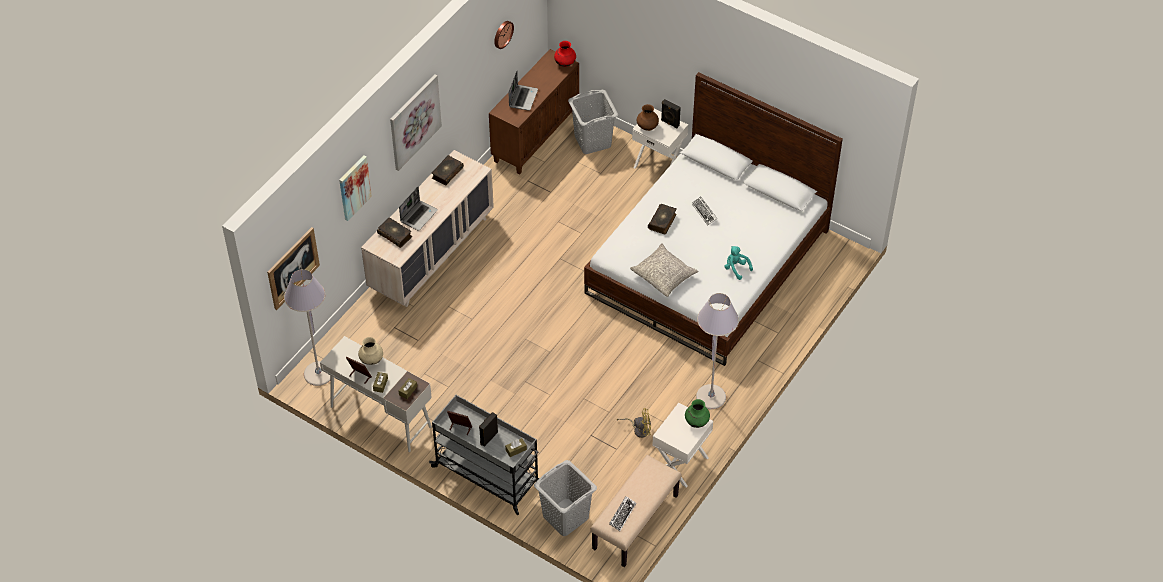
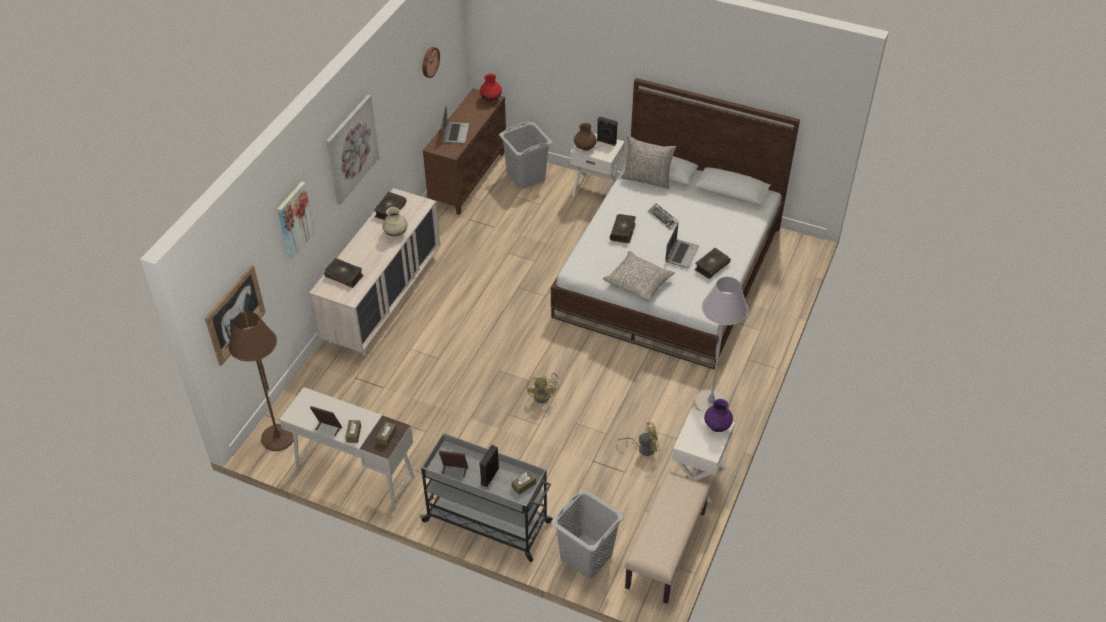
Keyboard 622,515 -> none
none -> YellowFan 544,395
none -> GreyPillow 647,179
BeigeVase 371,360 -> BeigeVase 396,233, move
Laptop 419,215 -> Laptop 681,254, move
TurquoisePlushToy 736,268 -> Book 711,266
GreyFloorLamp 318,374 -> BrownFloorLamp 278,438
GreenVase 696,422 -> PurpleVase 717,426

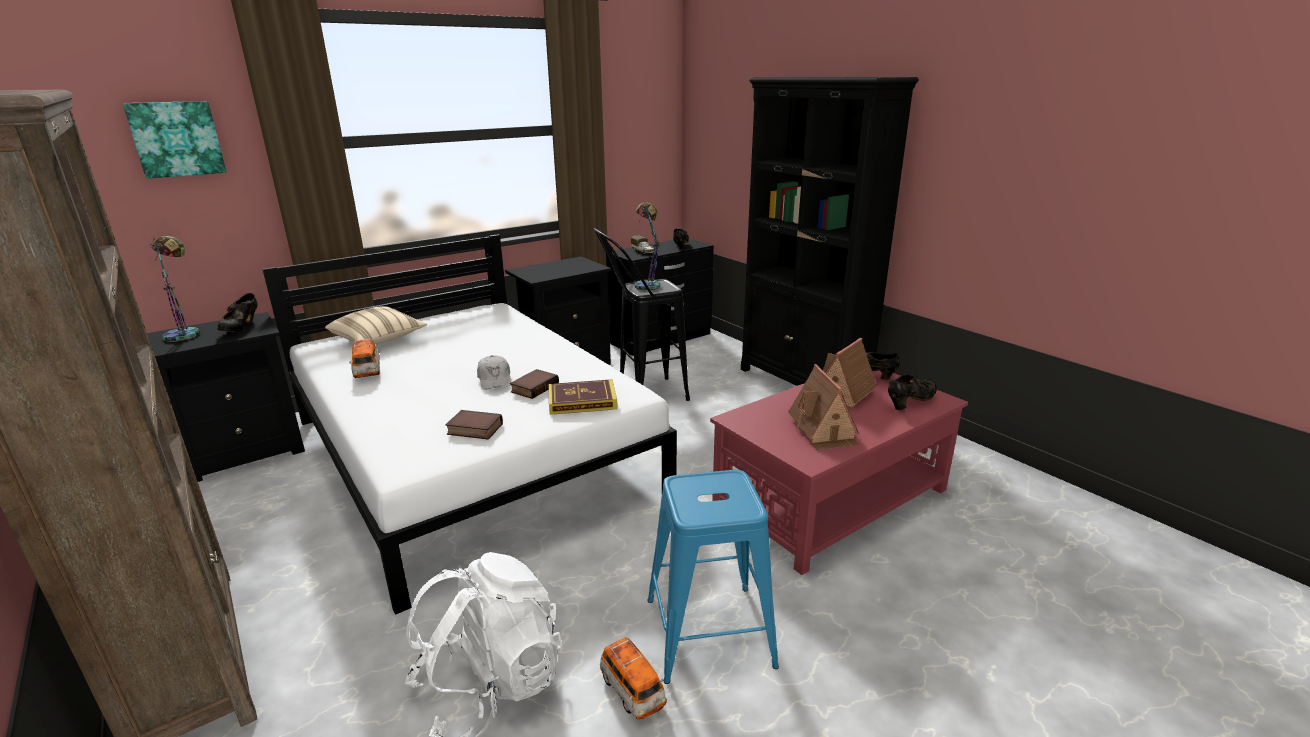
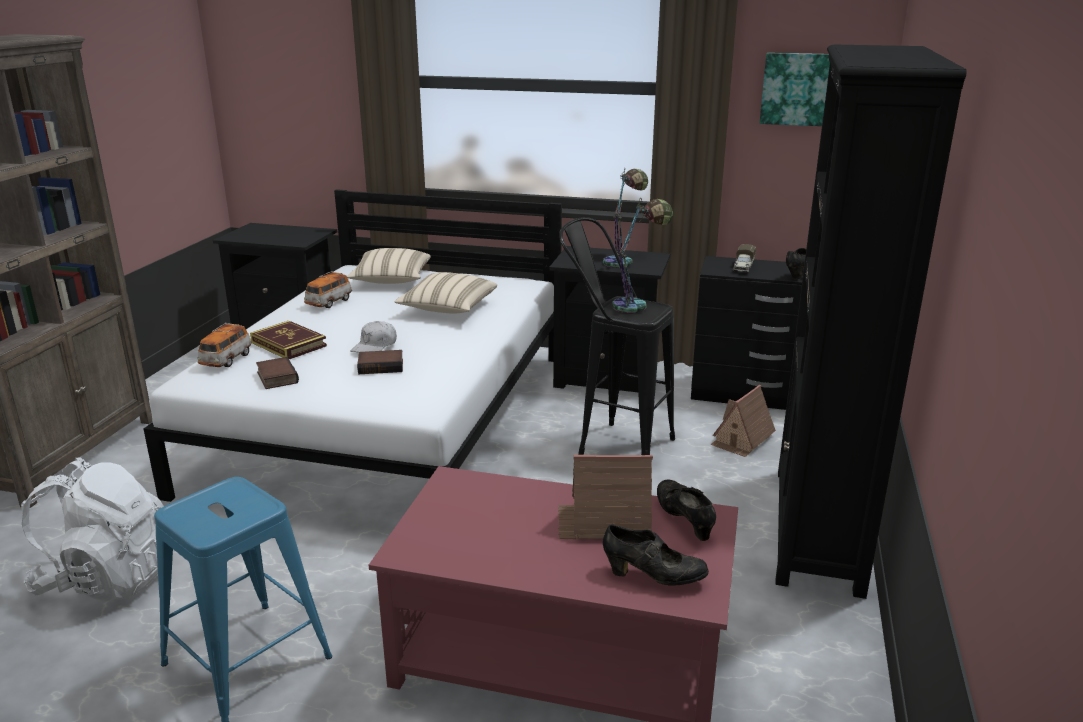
BlackShoe 241,328 -> none
none -> BeigePillow 448,309
Picture 176,139 -> Picture 797,89, move
TableLamp 186,332 -> TableLamp 623,261, move
Book 582,401 -> Book 288,344, move
ToyCar 632,691 -> ToyCar 226,360, move
ToyHouse 823,430 -> ToyHouse 742,439, move

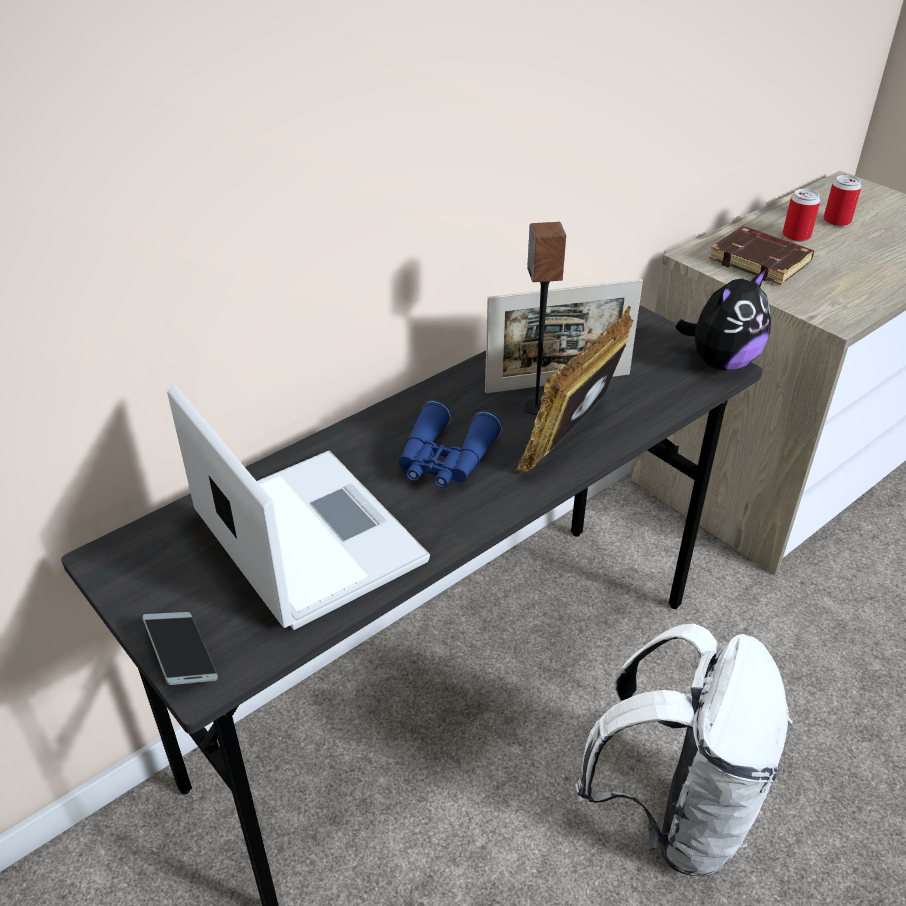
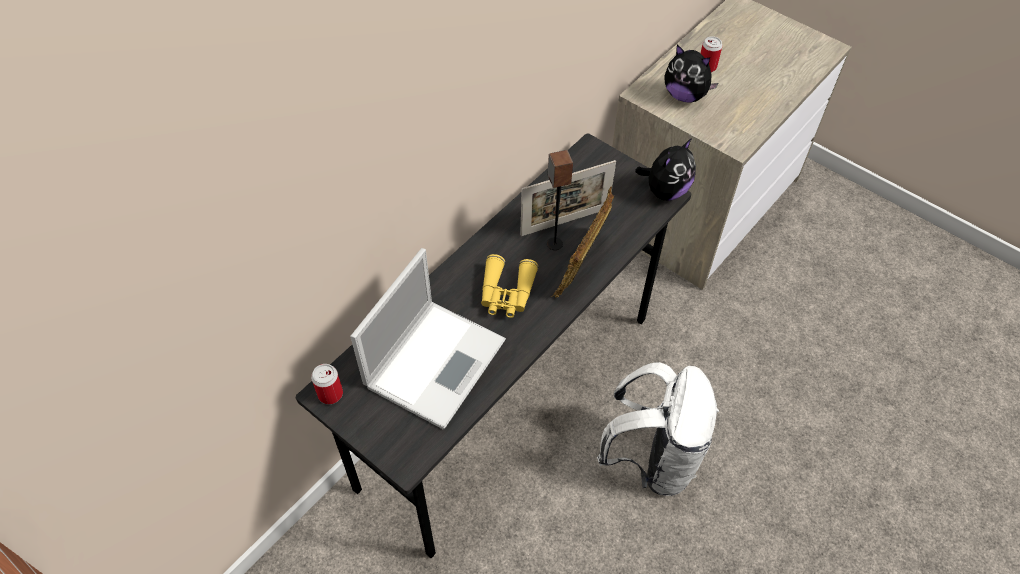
Phone 181,654 -> none
Can 836,221 -> Can 330,394, move
BrownBook 761,261 -> PlushToy 685,95
BlueBinoculars 445,460 -> YellowBinoculars 506,293
Laptop 305,535 -> Laptop 436,360, 75 degrees clockwise

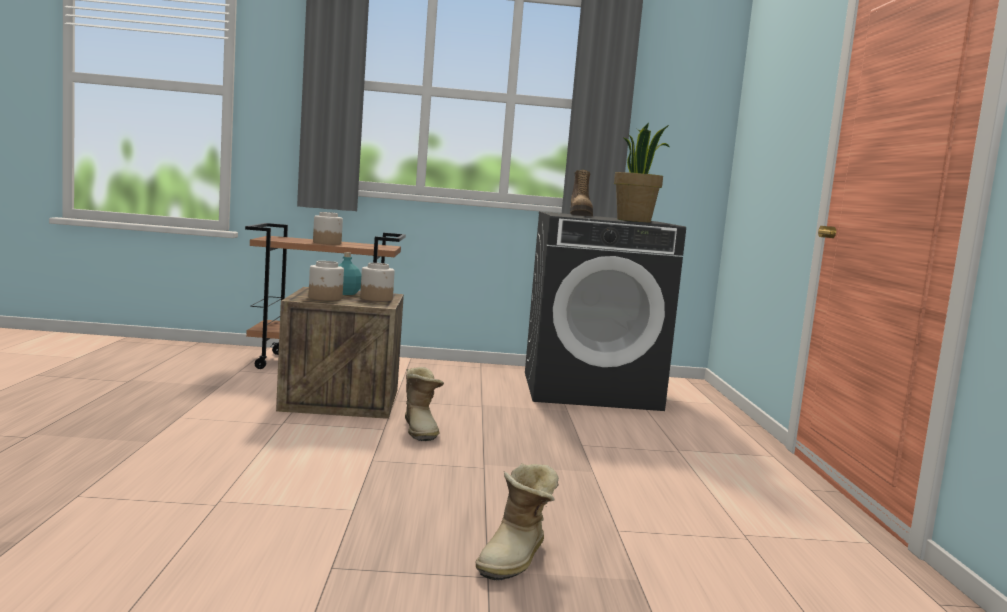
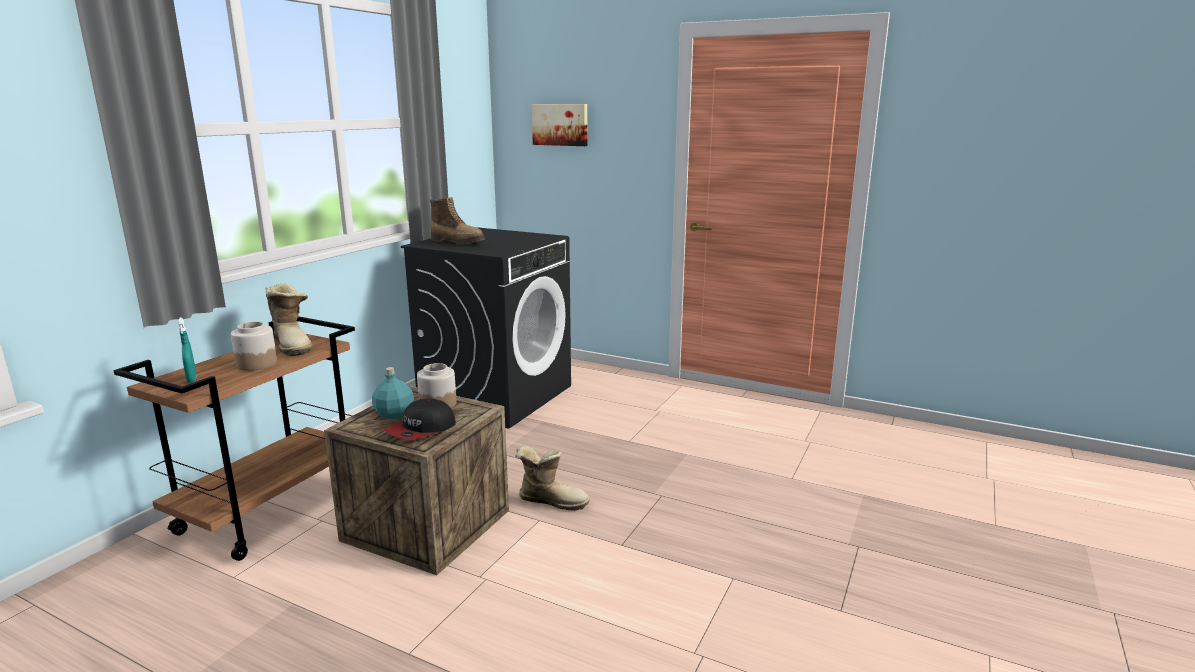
PottedPlant 634,221 -> none
none -> TurquoiseSprayBottle 192,379
none -> Picture 560,124
Boot 516,558 -> Boot 294,345, move
Jar 325,298 -> Cap 421,429

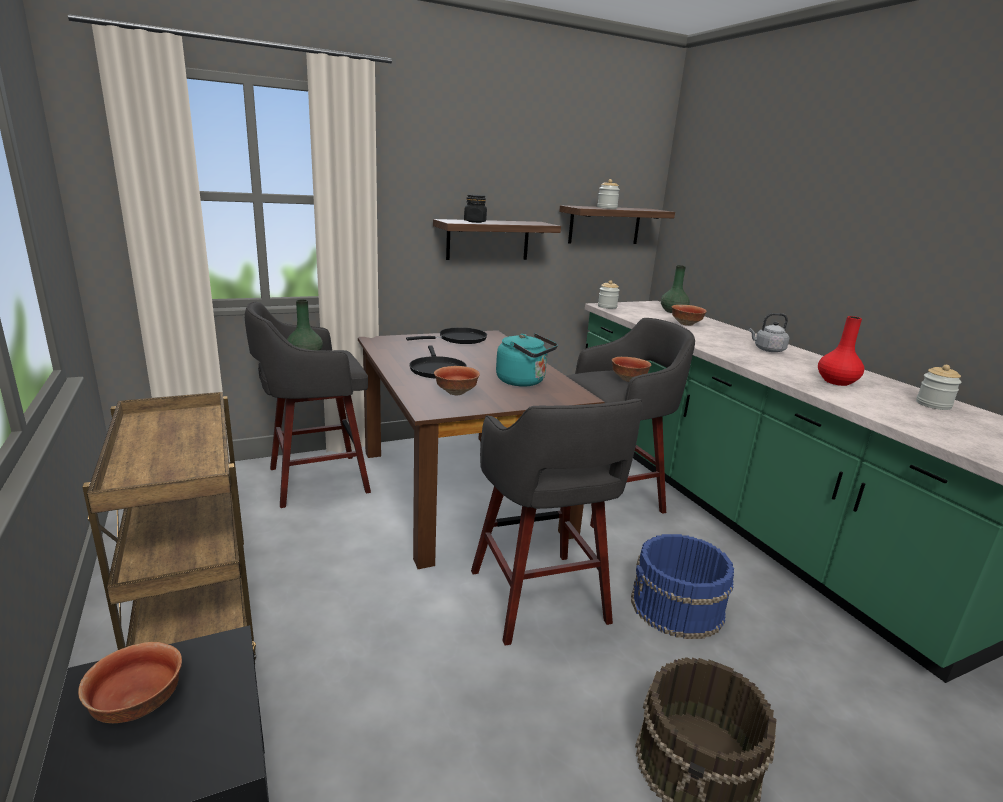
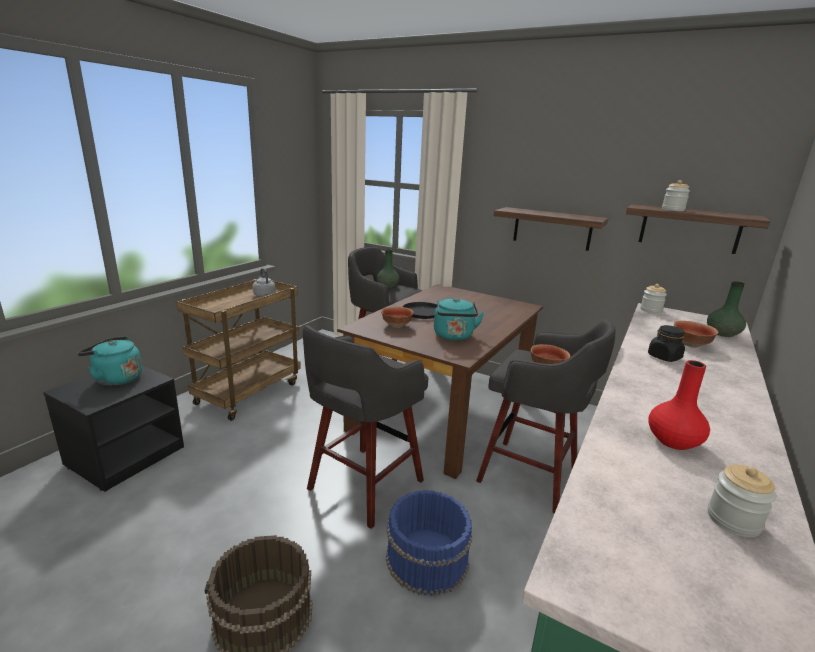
BlackFryingPan 459,339 -> none
BlackJar 475,222 -> BlackJar 664,357, move
GreyKettle 767,350 -> GreyKettle 264,294, move
Bowl 137,704 -> TurquoiseKettle 116,378

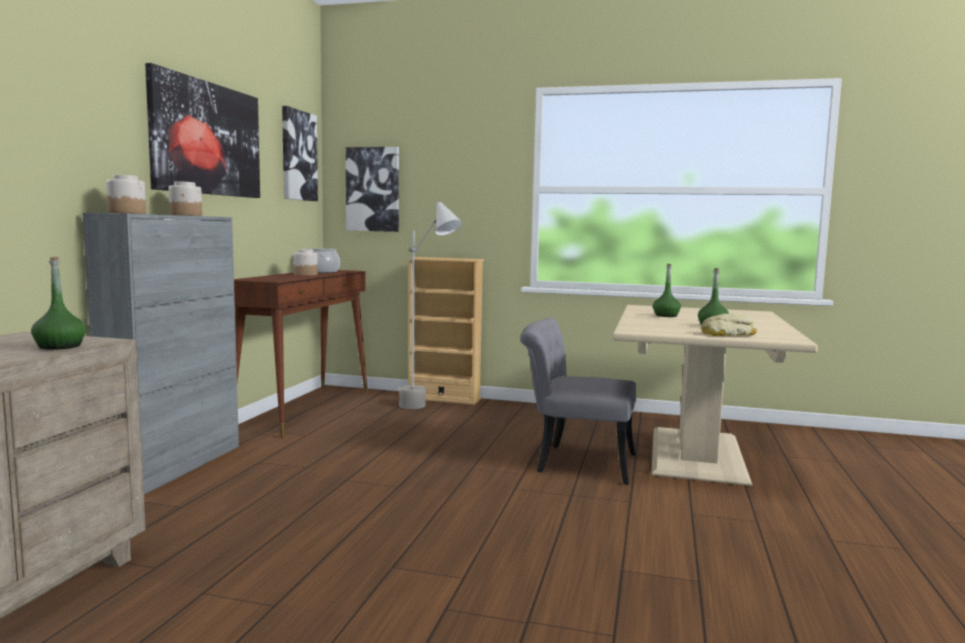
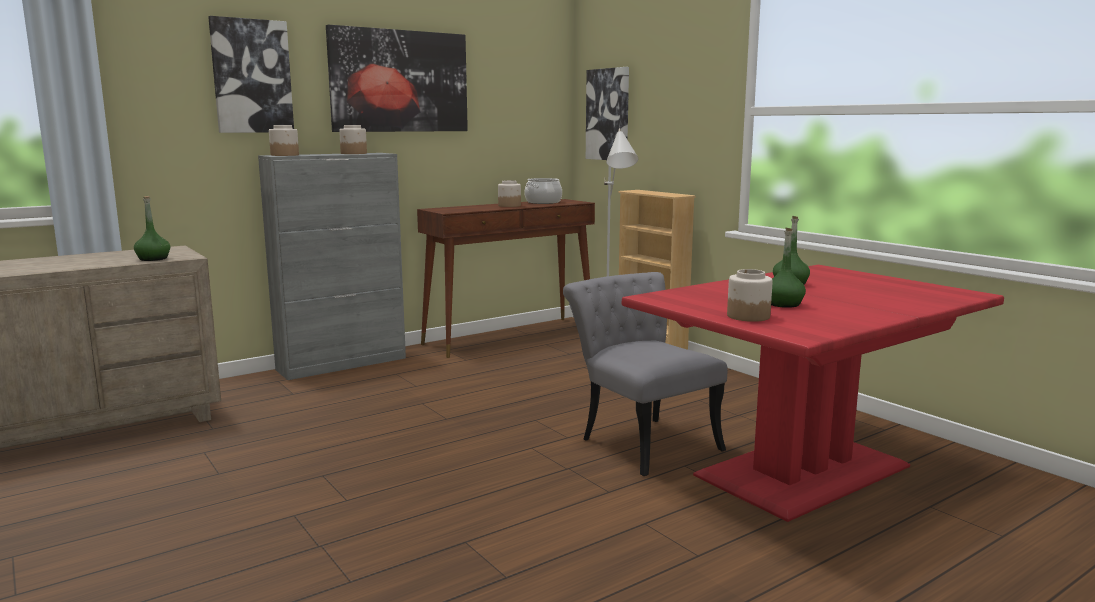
Picture 298,155 -> Picture 252,76, move
Bread 727,334 -> Jar 748,316
BeigeDiningTable 694,454 -> RedDiningTable 800,470

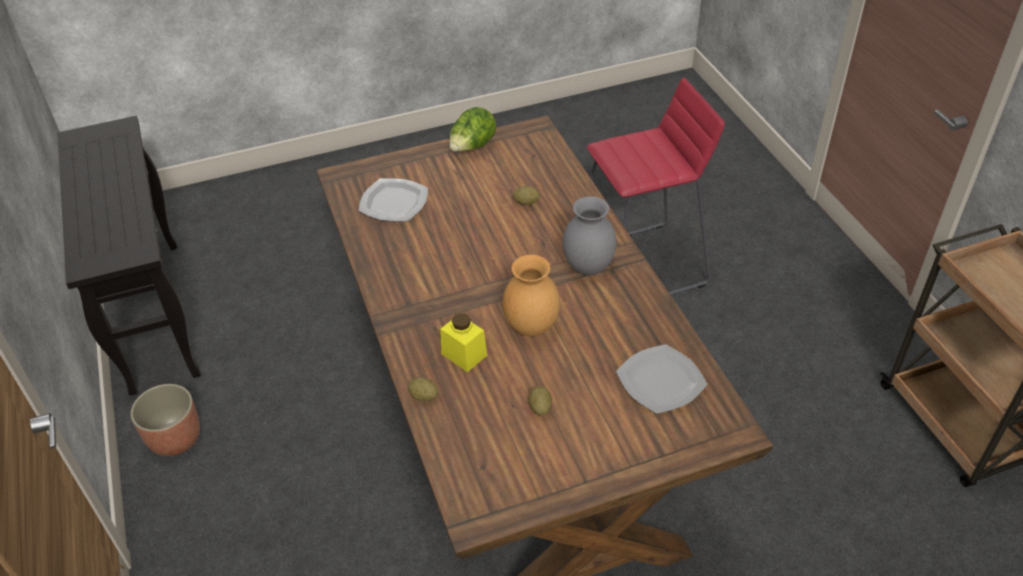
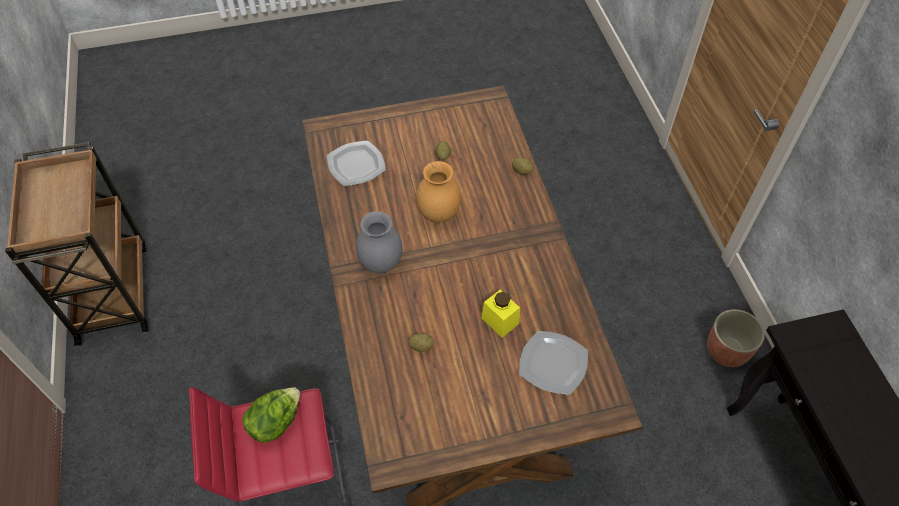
YellowJar 464,354 -> YellowJar 500,320, move
Lettuce 472,147 -> Lettuce 275,422, move

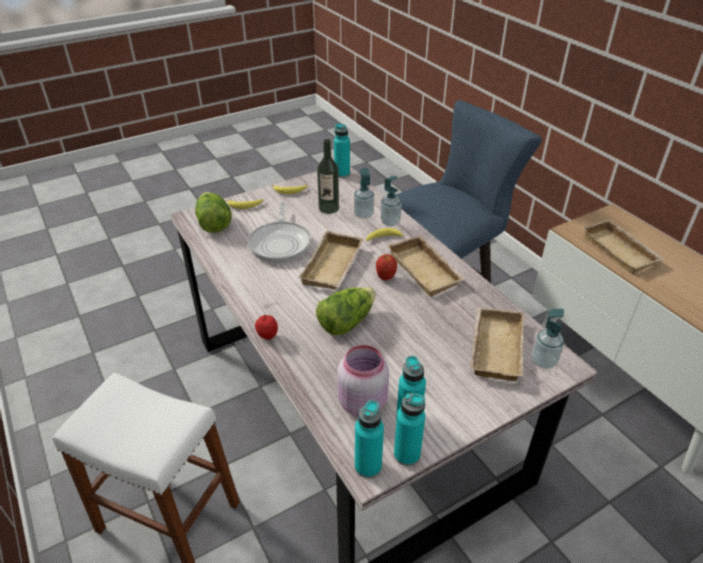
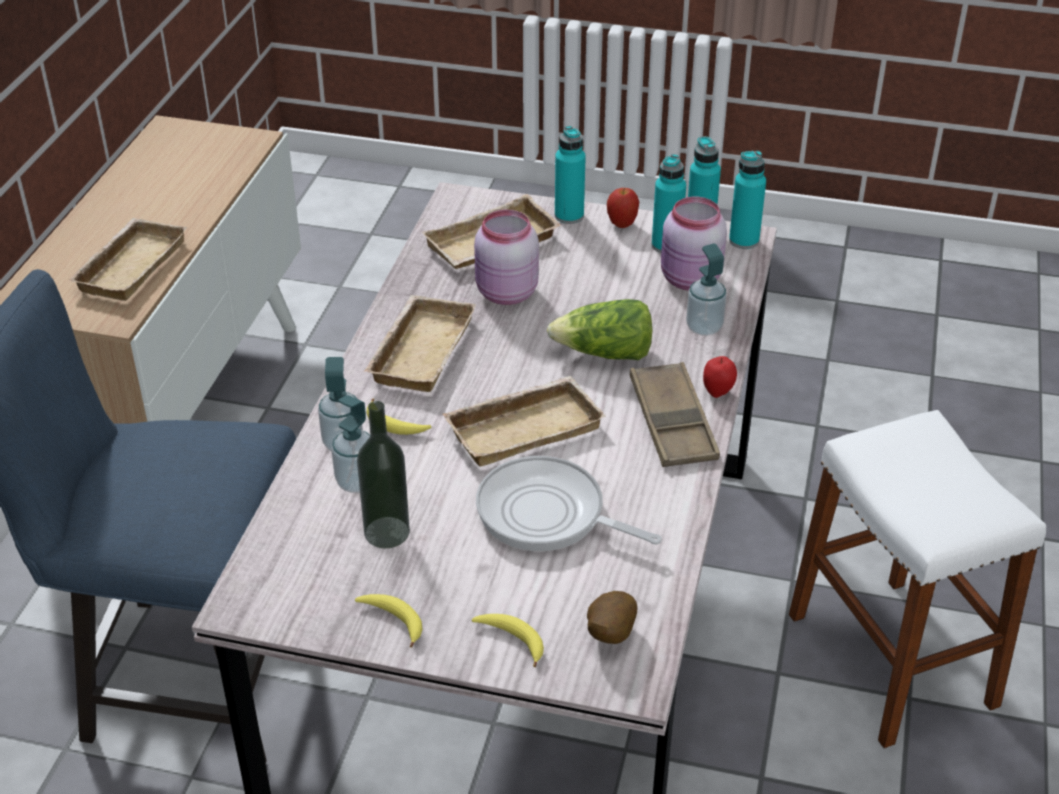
none -> PinkJar 505,293
none -> BrownTray 672,422
TurquoiseBottle 342,174 -> TurquoiseBottle 569,216, move
Apple 385,278 -> Apple 622,224, move
SoapDispenser 543,361 -> SoapDispenser 704,327, move
Lettuce 213,223 -> Potato 609,635
FryingPan 280,243 -> FryingPan 547,515, 105 degrees counterclockwise

